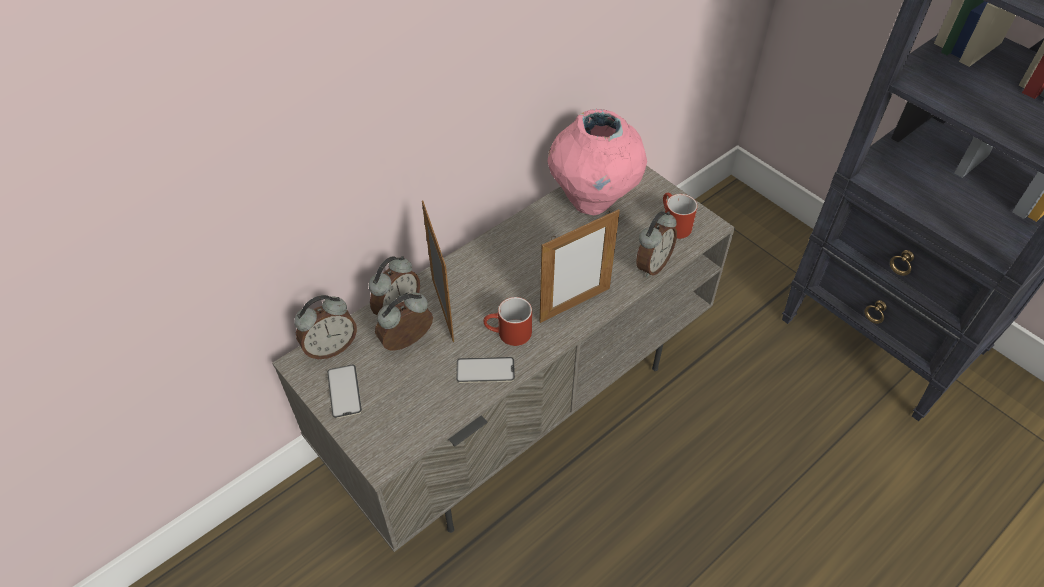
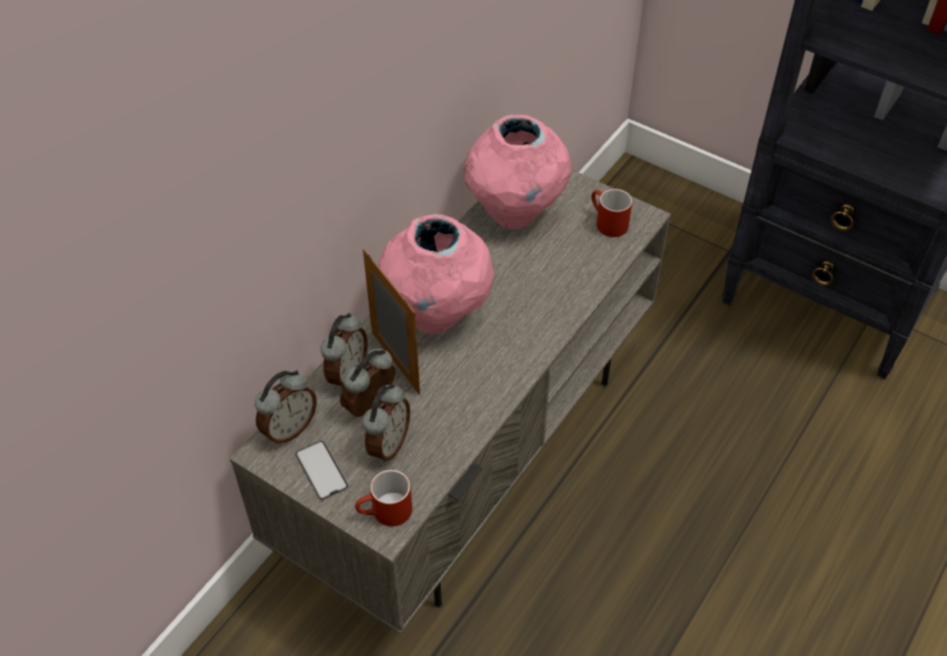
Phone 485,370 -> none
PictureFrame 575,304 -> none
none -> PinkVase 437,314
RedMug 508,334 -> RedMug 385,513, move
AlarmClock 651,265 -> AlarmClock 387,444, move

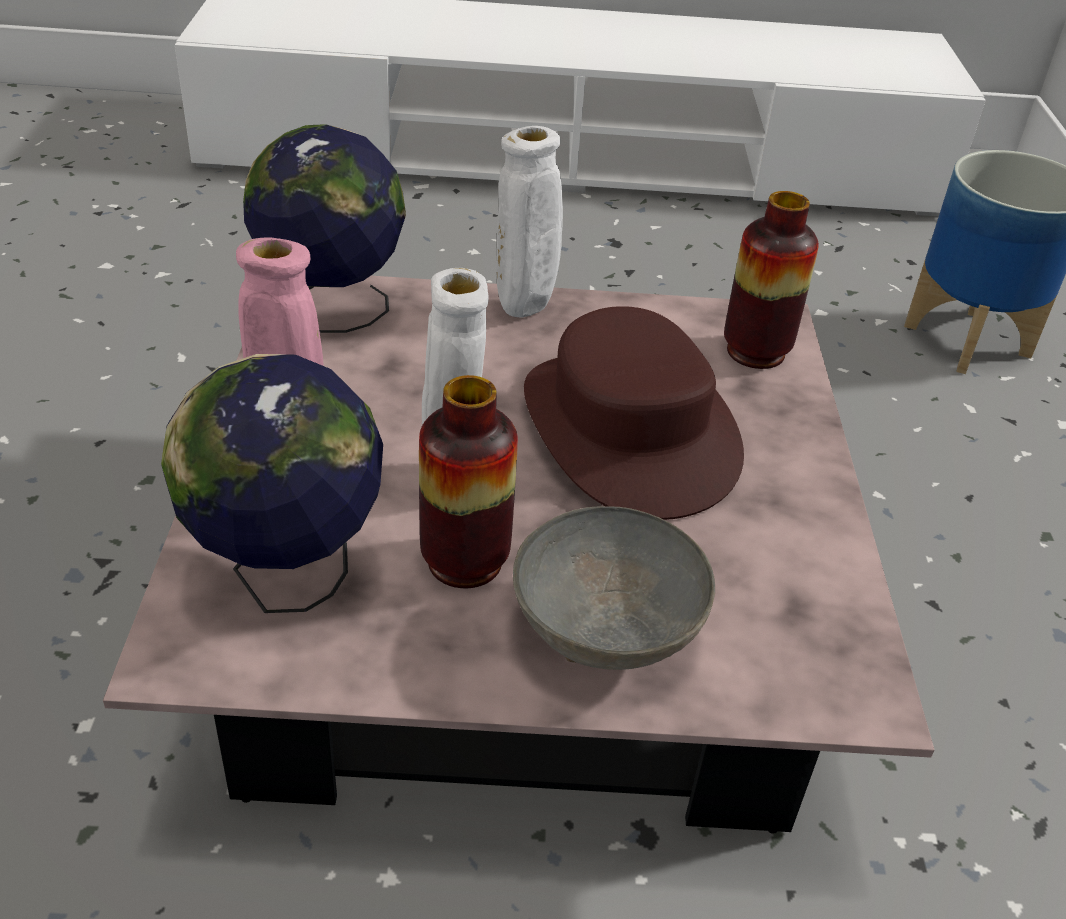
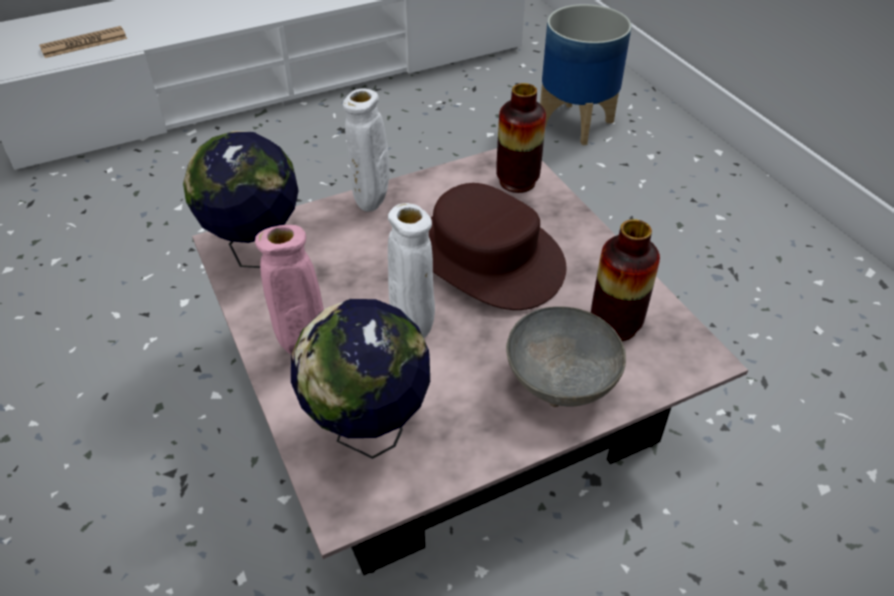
none -> Newspaper 84,43
Vase 465,562 -> Vase 615,325, move

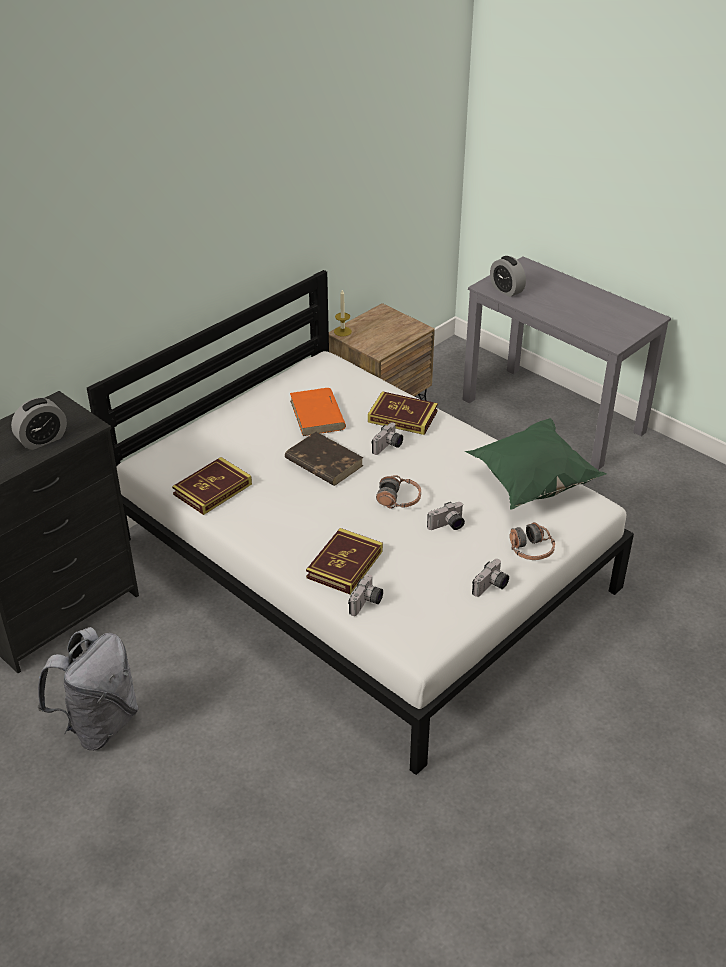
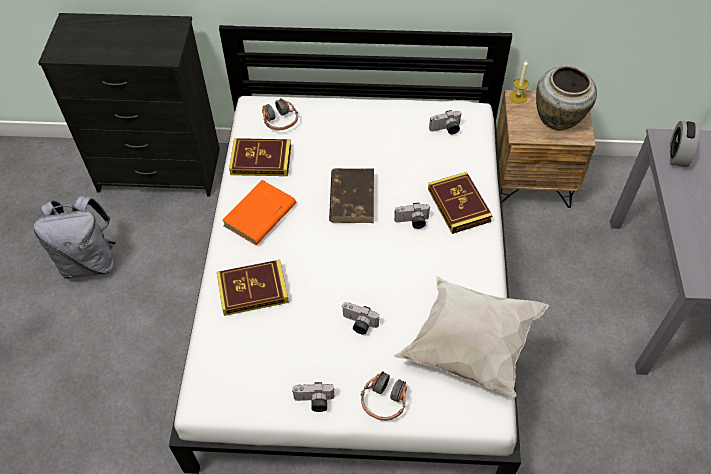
AlarmClock 42,440 -> none
none -> BeigeVase 558,120
OrangeBook 317,415 -> OrangeBook 259,215, move
PhotoCamera 367,604 -> PhotoCamera 446,130, move
Headphones 399,499 -> Headphones 280,121, move
GreenPillow 531,484 -> WhitePillow 469,346

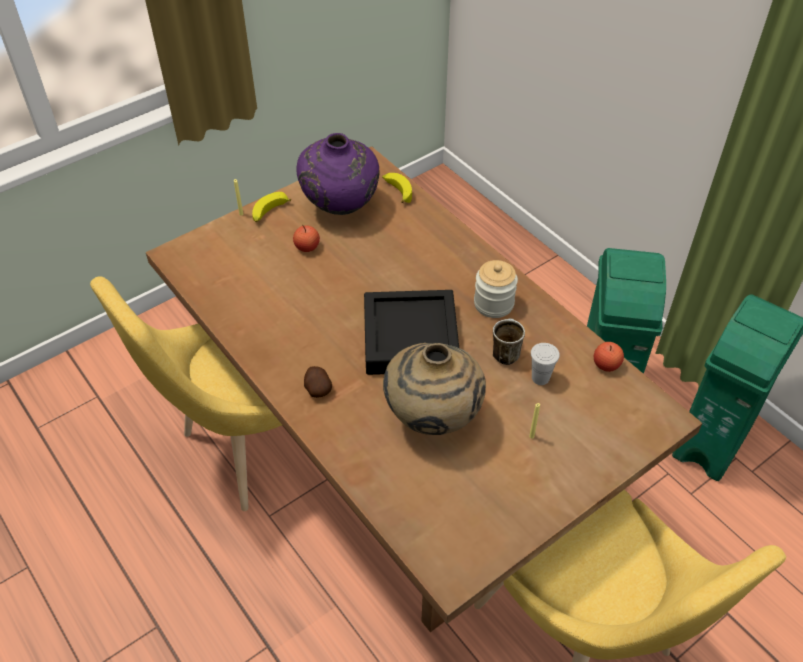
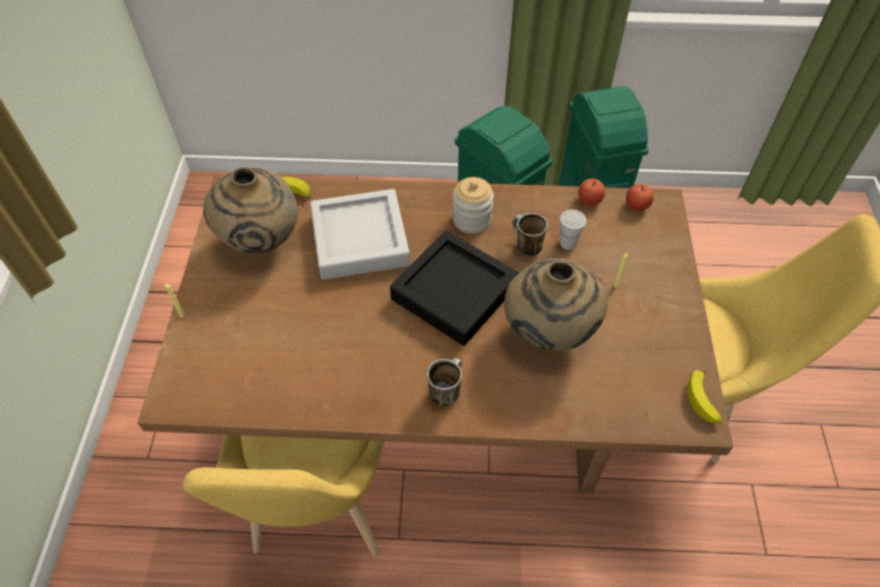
none -> GreyTray 360,240
Banana 269,212 -> Banana 703,401, move
Apple 307,247 -> Apple 637,205, move
Potato 317,388 -> Mug 446,390
PurpleVase 341,207 -> BeigeVase 261,241

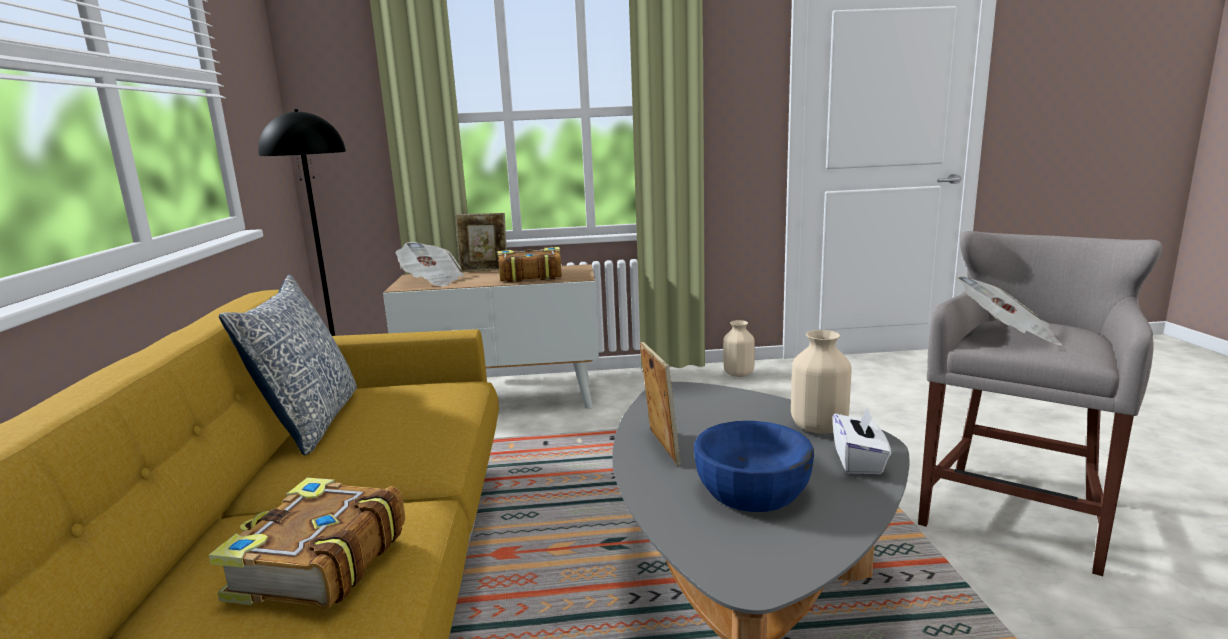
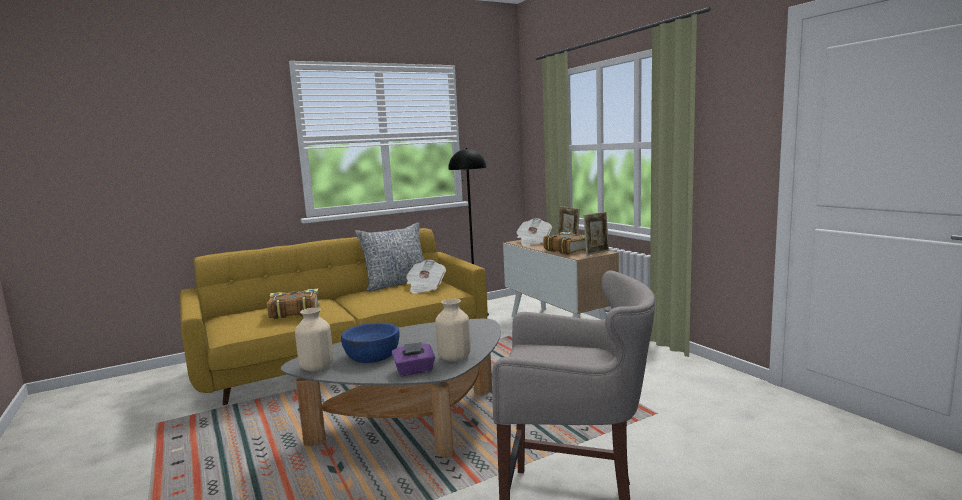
PictureFrame 660,447 -> PictureFrame 596,253, move
BeigeVase 738,374 -> BeigeVase 317,367, move
Newspaper 1006,335 -> Newspaper 425,287, move
WhiteTissueBox 859,461 -> PurpleTissueBox 414,371

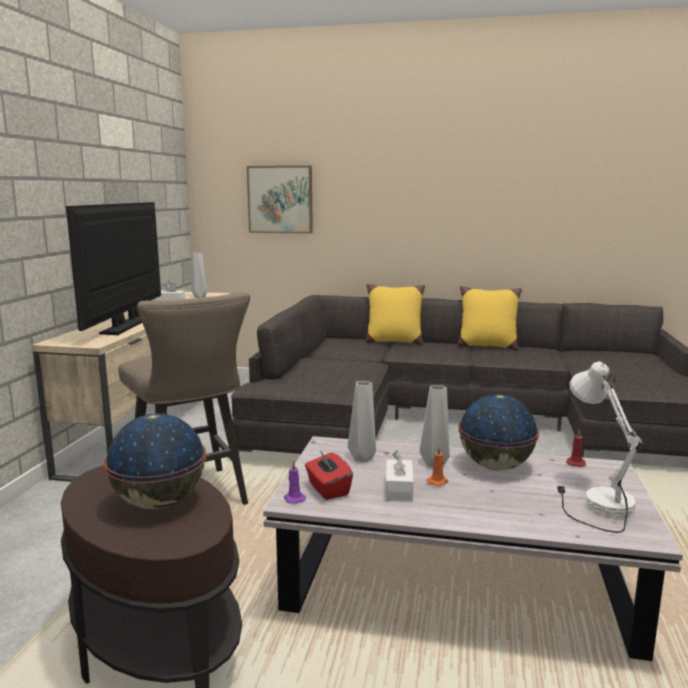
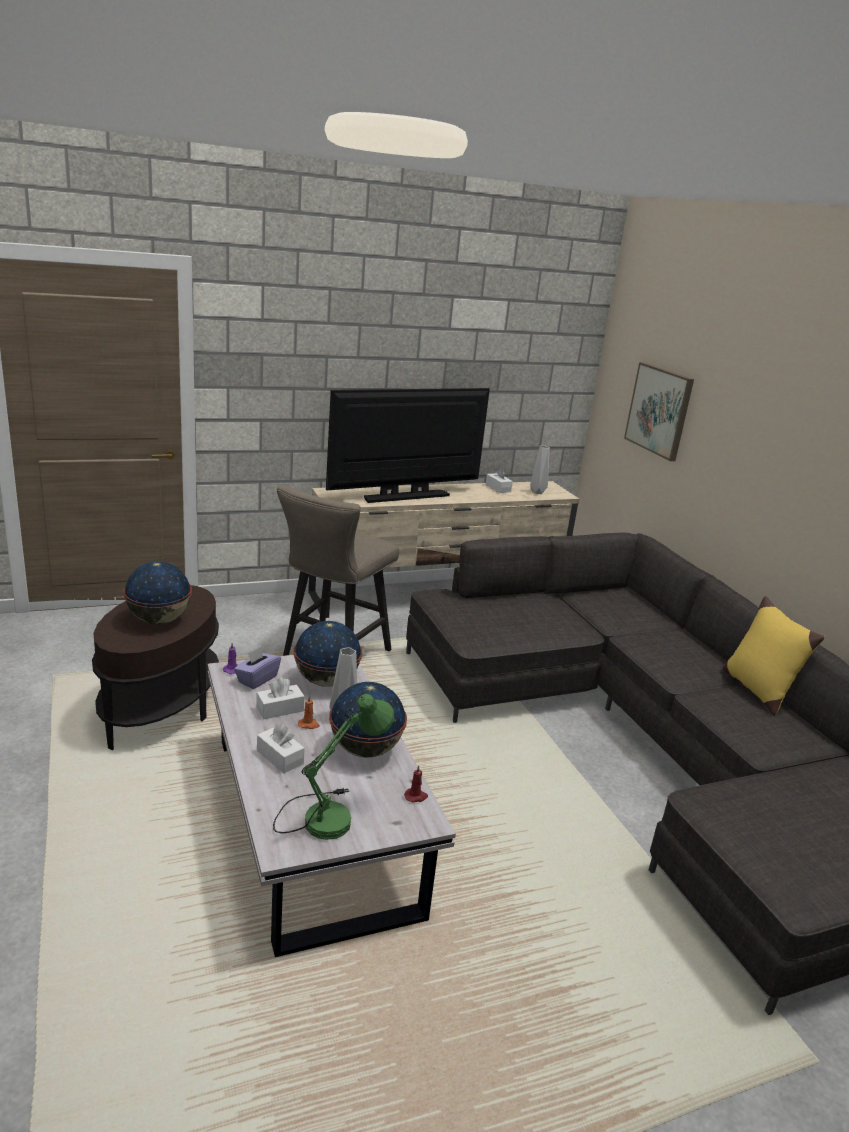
YellowPillow 393,342 -> none
none -> WhiteTissueBox 280,757
GreyVase 363,458 -> Globe 326,681
RedTissueBox 328,489 -> PurpleTissueBox 257,679
WhiteTableLamp 592,503 -> GreenTableLamp 327,813

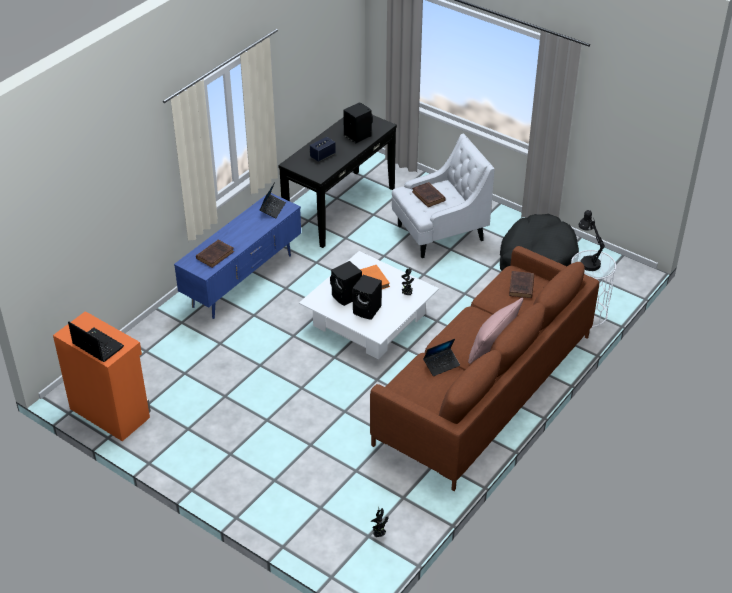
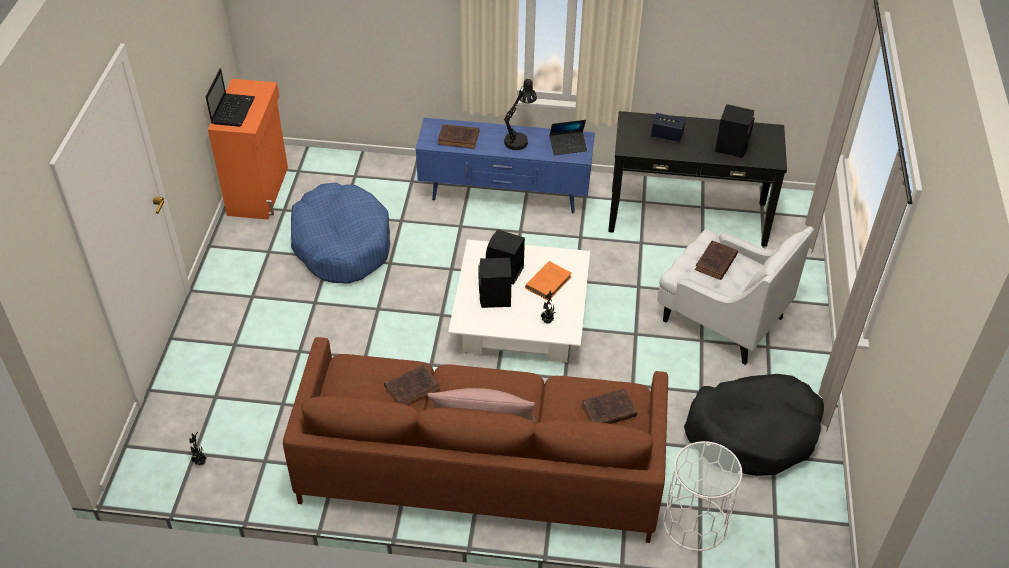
none -> BlueDogBed 341,244
BlackTableLamp 587,261 -> BlackTableLamp 519,139, move
Laptop 441,364 -> BrownBook 413,387

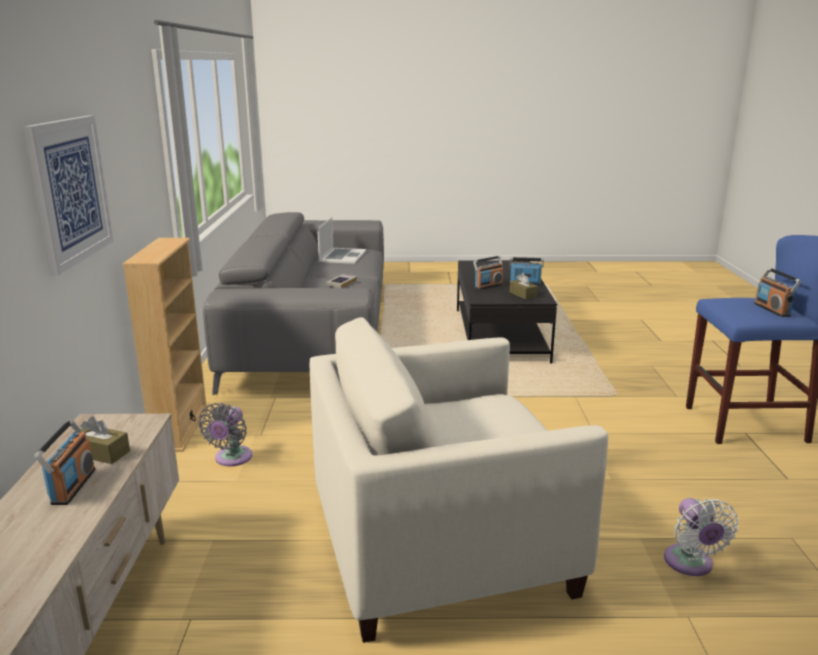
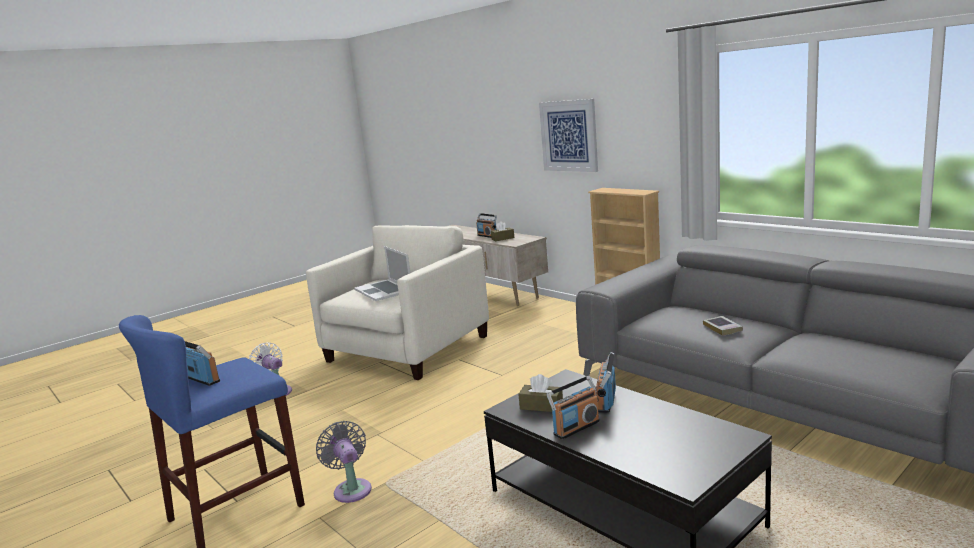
GreyFan 231,459 -> GreyFan 351,489, move
Laptop 342,256 -> Laptop 383,290, move

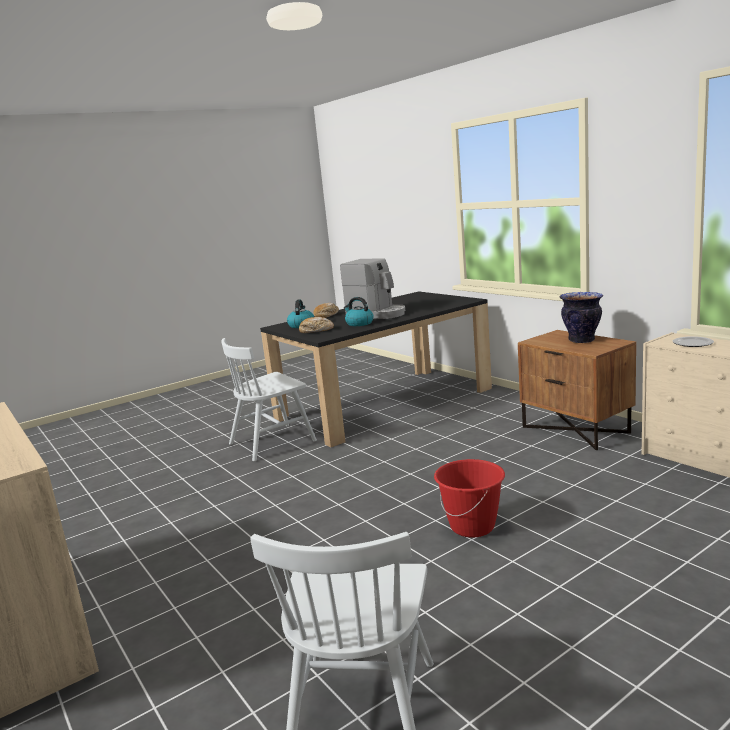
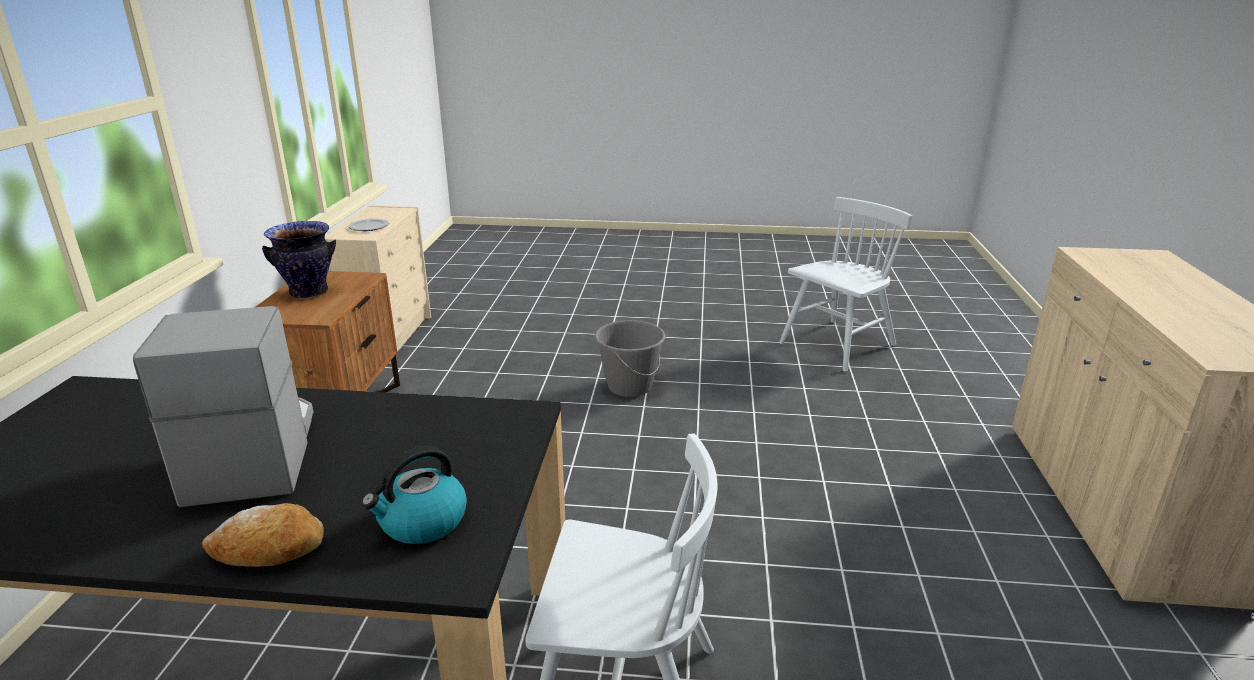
Bread 316,330 -> none
Kettle 359,323 -> none
RedBucket 472,526 -> GreyBucket 629,387

